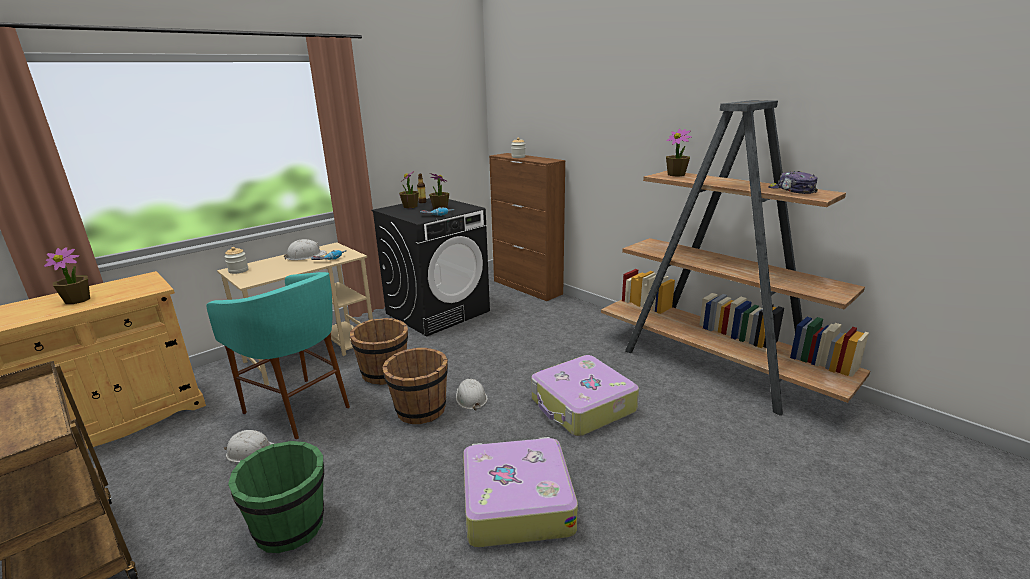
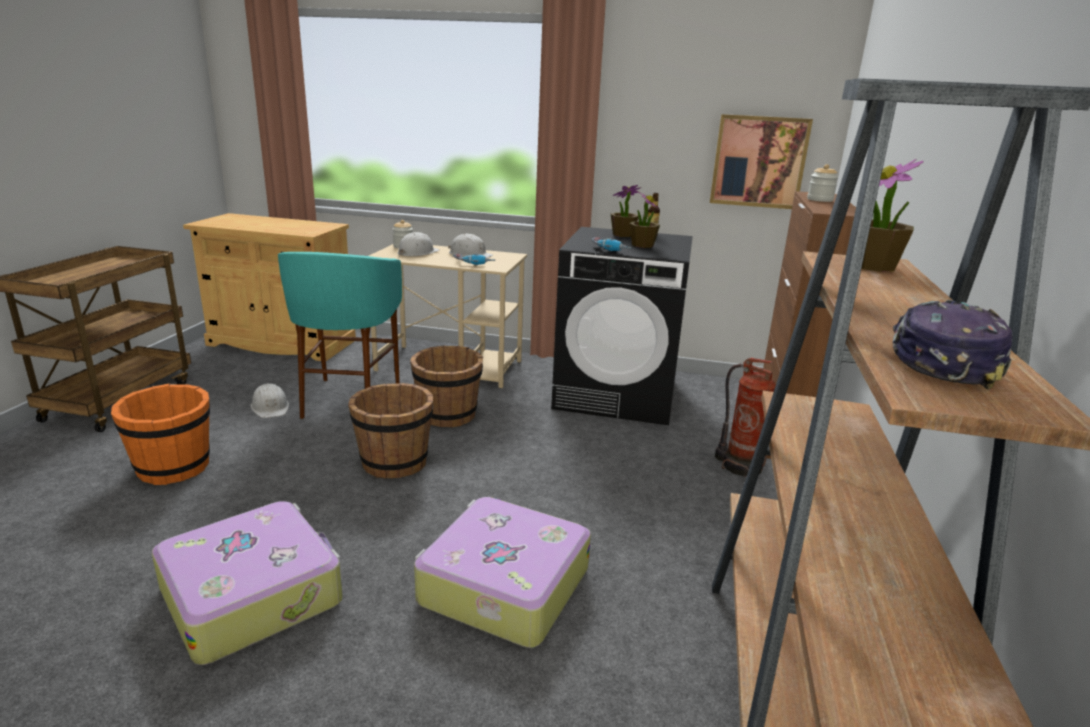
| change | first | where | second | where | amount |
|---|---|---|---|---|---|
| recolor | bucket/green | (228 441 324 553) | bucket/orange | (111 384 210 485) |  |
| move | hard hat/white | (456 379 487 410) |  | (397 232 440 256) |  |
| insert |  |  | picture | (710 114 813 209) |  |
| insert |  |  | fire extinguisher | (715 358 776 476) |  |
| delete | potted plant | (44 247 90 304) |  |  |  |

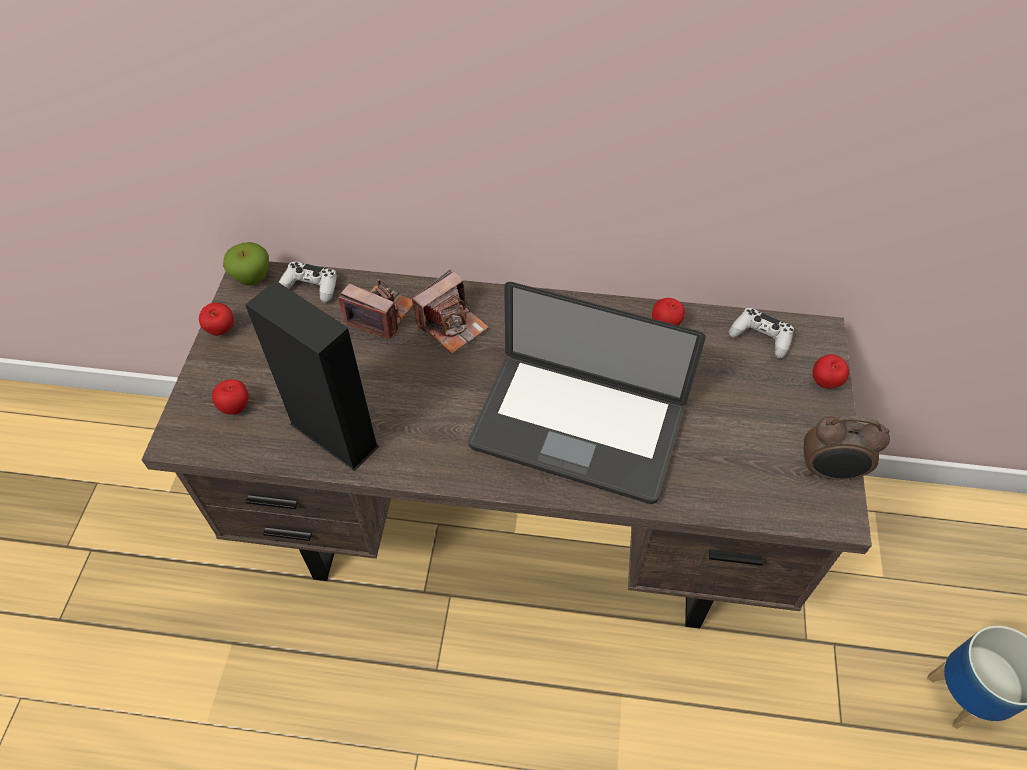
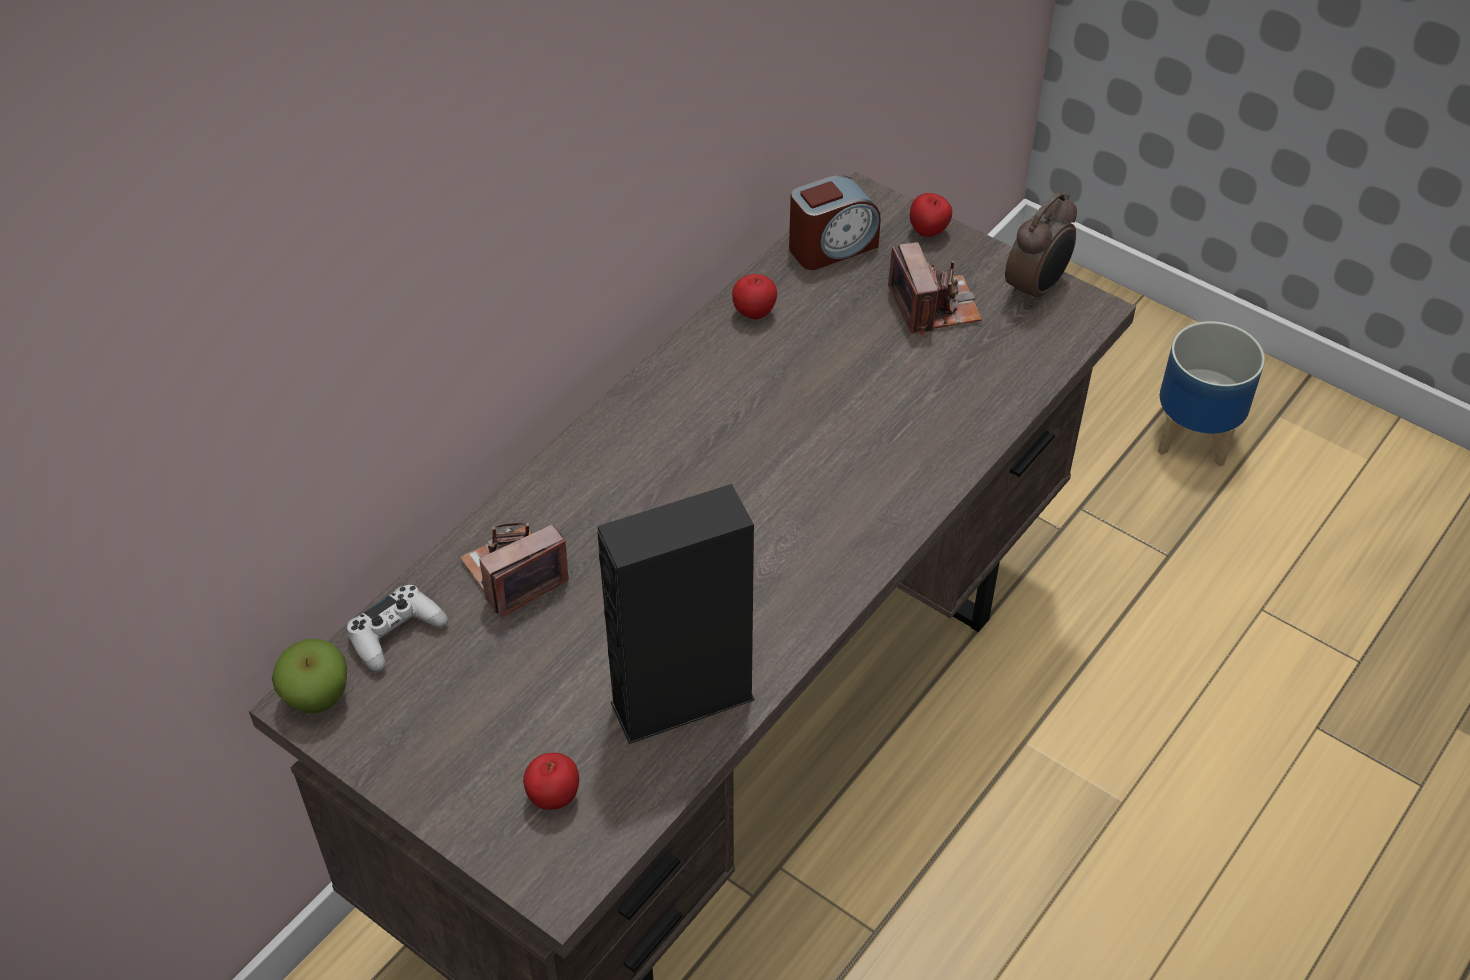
| change | first | where | second | where | amount |
|---|---|---|---|---|---|
| replace | game controller/white | (728 308 794 359) | alarm clock | (789 175 881 270) |  |
| move | photo camera | (412 269 489 354) |  | (888 242 982 335) |  |
| delete | apple | (199 303 234 336) |  |  |  |
| delete | laptop | (468 282 706 504) |  |  |  |

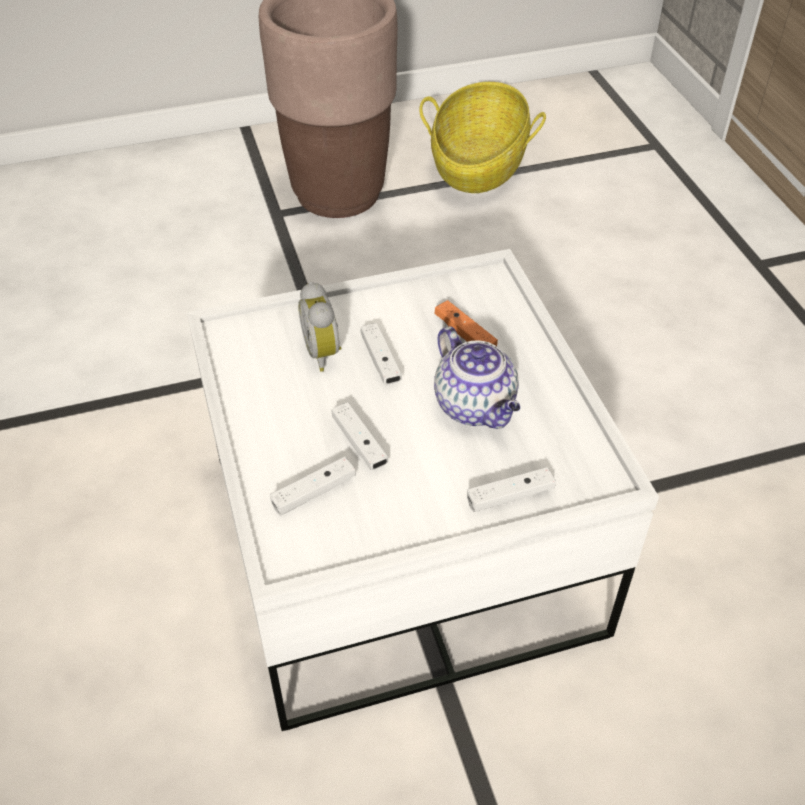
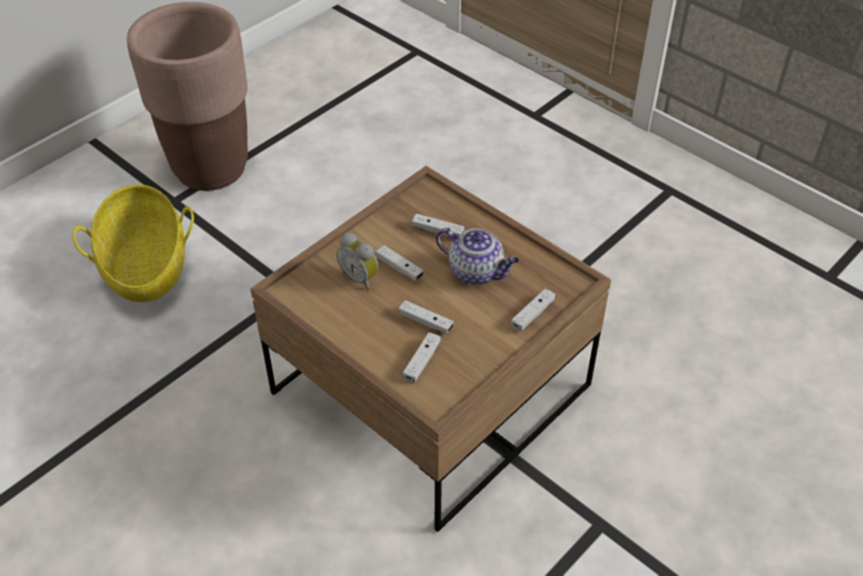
| change | first | where | second | where | amount |
|---|---|---|---|---|---|
| move | basket | (419 82 546 193) |  | (72 184 194 302) |  |
| recolor | coffee table/white | (187 249 659 731) | coffee table/brown | (250 166 611 532) |  |
| recolor | game controller/orange | (435 300 498 346) | game controller/white | (412 214 464 237) |  |

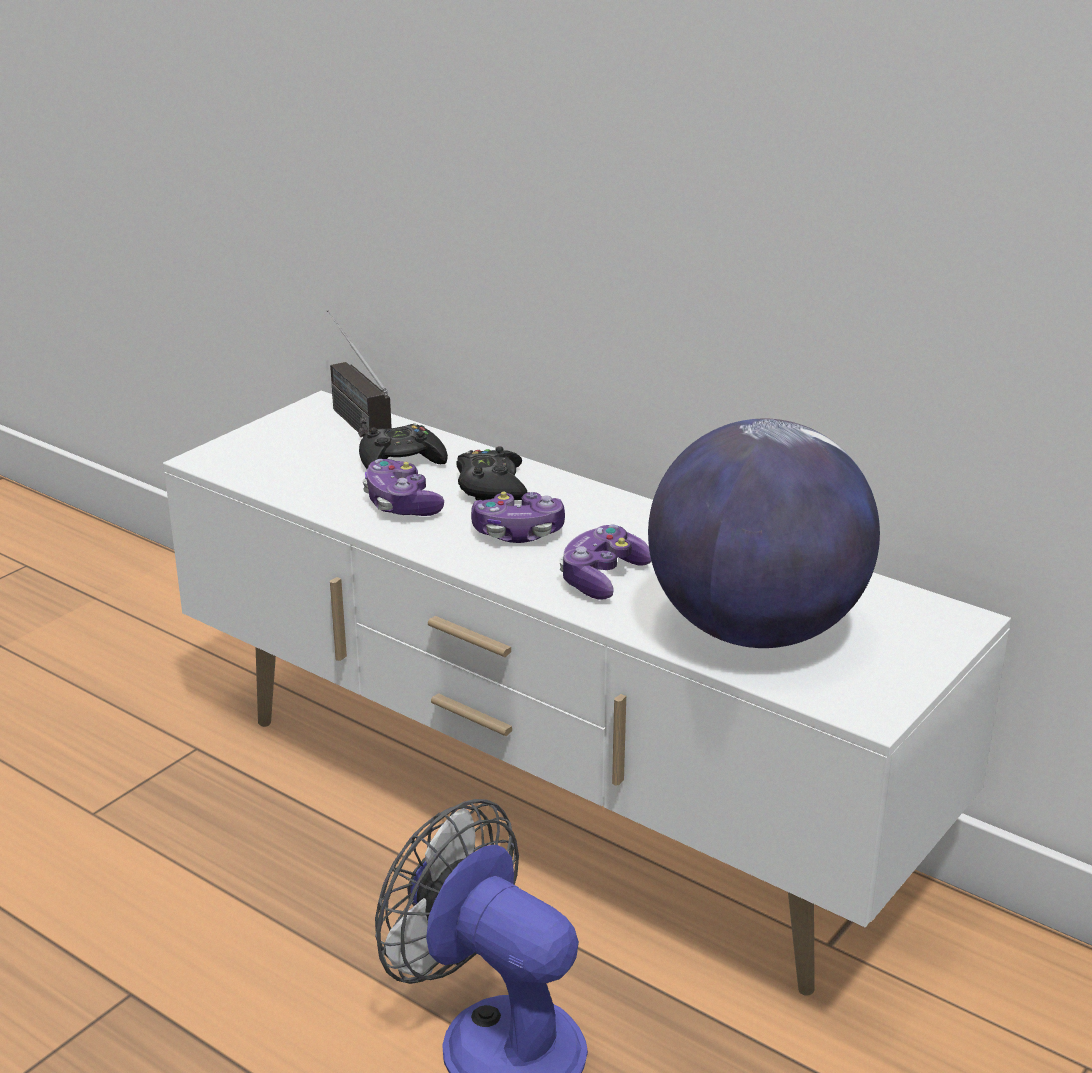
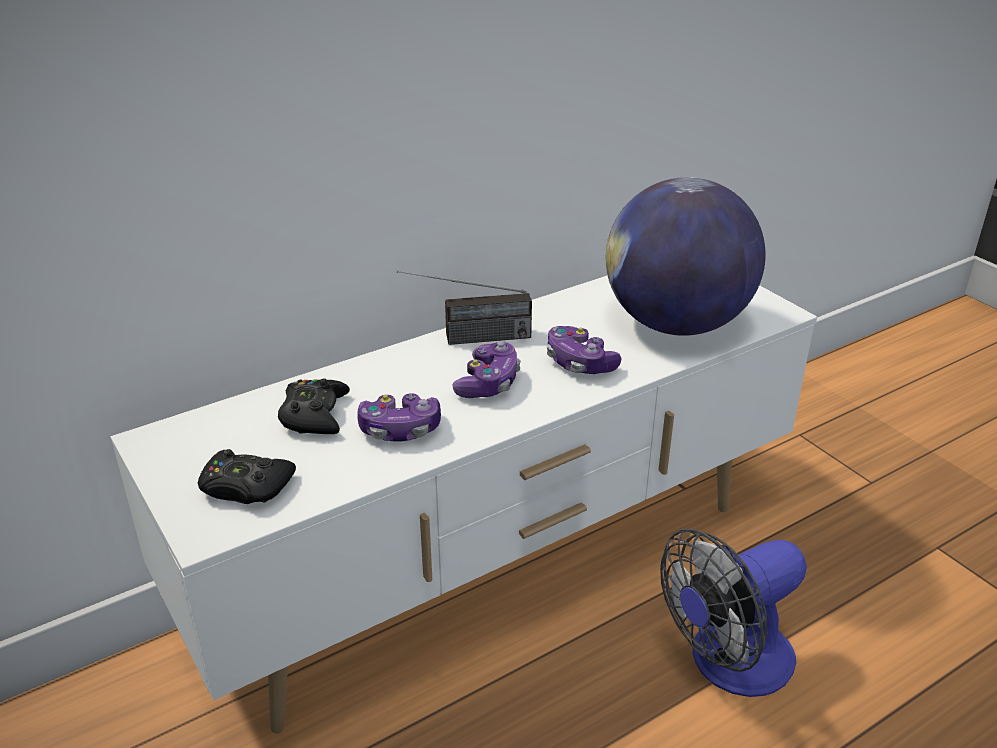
| change | first | where | second | where | amount |
|---|---|---|---|---|---|
| move | game controller/black | (456 446 528 500) |  | (198 449 296 504) |  |
| move | radio | (327 310 392 437) |  | (397 271 532 345) |  |

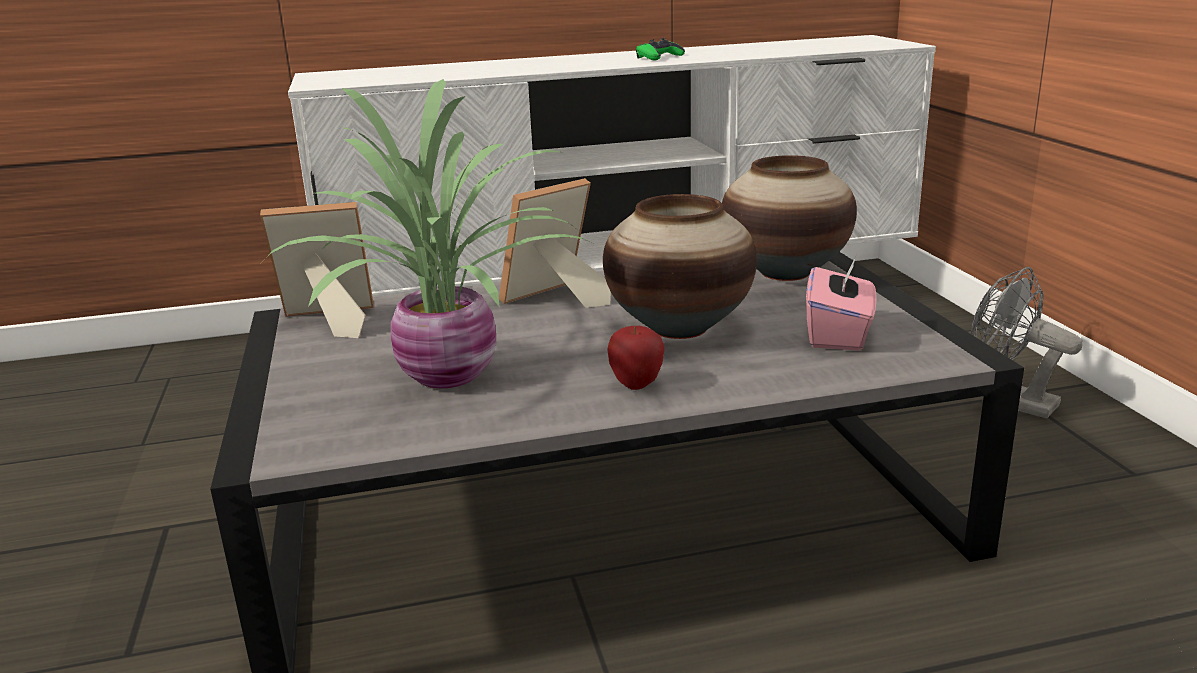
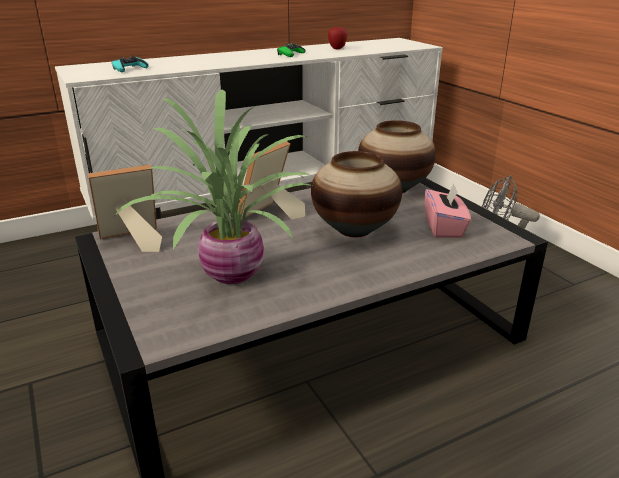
| change | first | where | second | where | amount |
|---|---|---|---|---|---|
| insert |  |  | game controller/turquoise | (112 55 148 72) |  |
| move | apple | (607 326 664 390) |  | (328 27 348 49) |  |

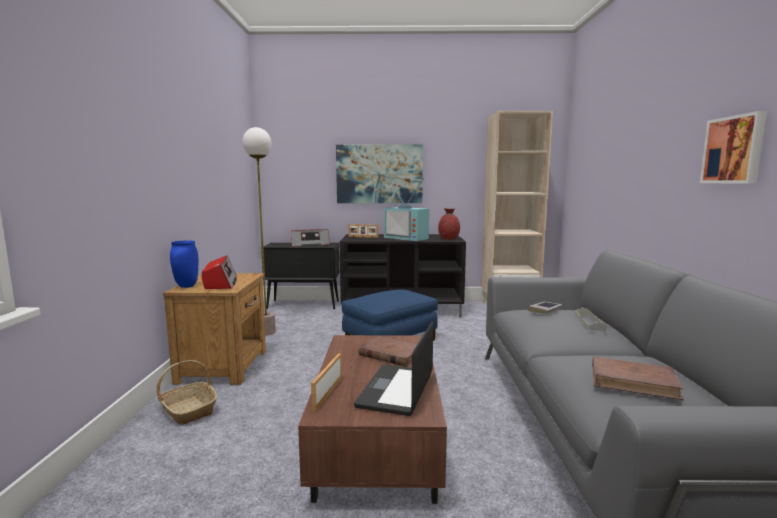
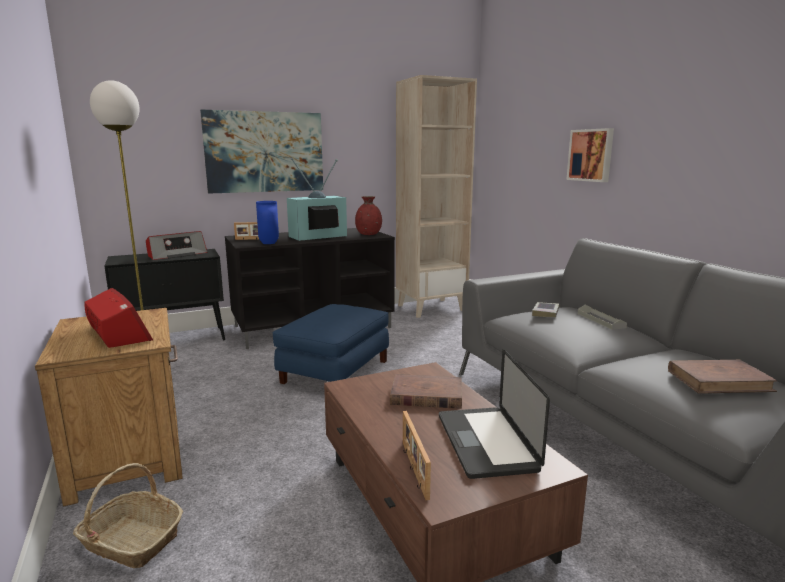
| change | first | where | second | where | amount |
|---|---|---|---|---|---|
| move | vase/blue | (170 240 198 288) |  | (256 201 279 244) |  |
| rotate | television | (384 177 429 241) |  | (287 158 347 241) | 135 degrees clockwise |
| move | picture | (700 111 767 184) |  | (566 128 614 182) |  |

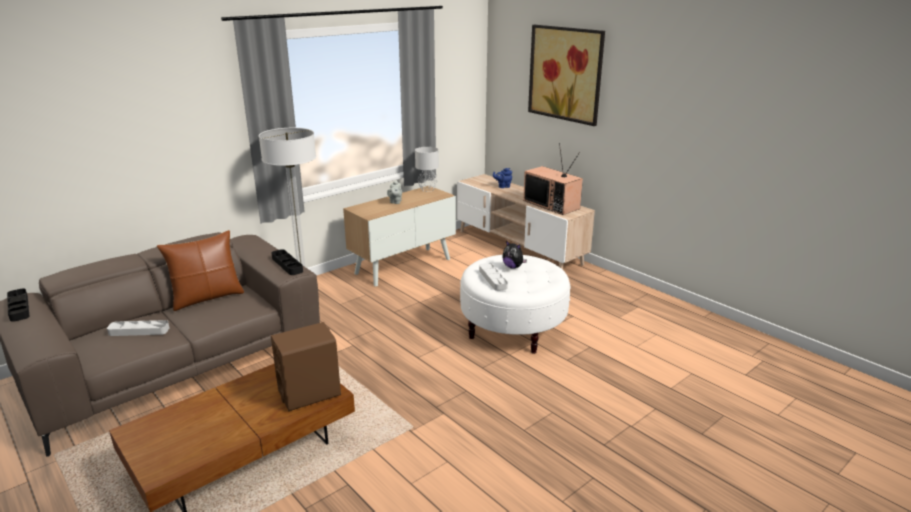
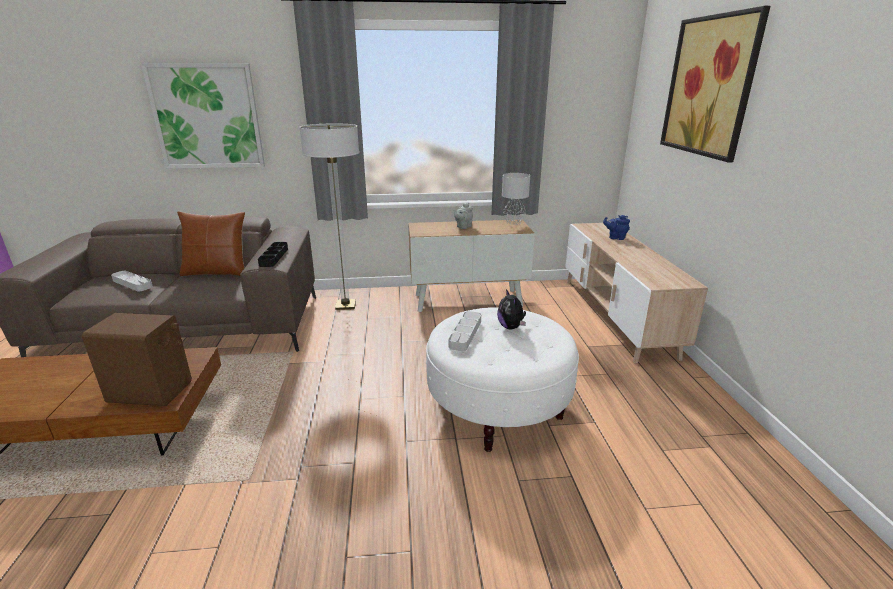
| change | first | where | second | where | amount |
|---|---|---|---|---|---|
| insert |  |  | picture | (141 63 265 169) |  |
| delete | tray/black | (7 288 29 322) |  |  |  |
| delete | television | (523 143 583 215) |  |  |  |

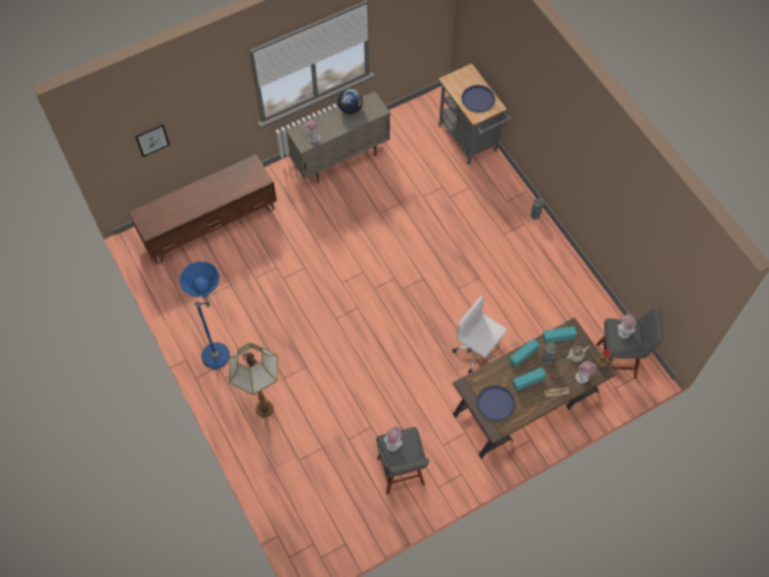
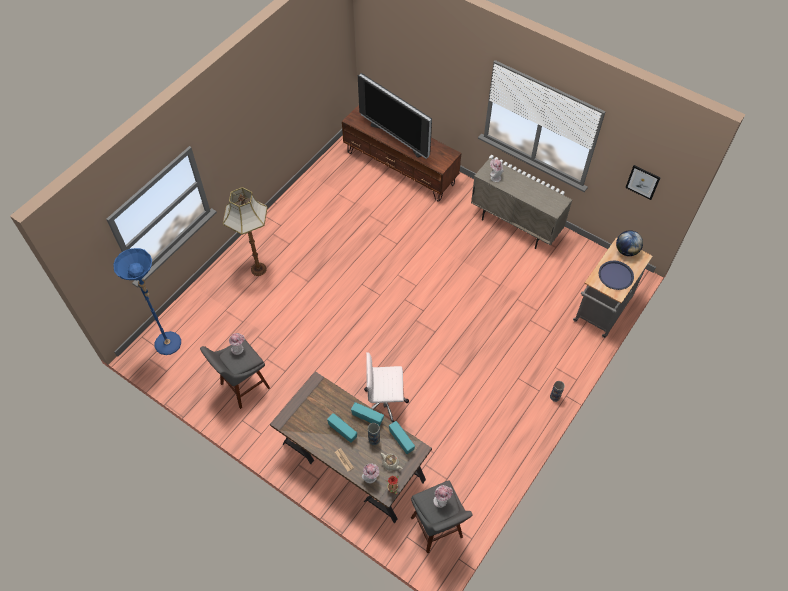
| change | first | where | second | where | amount |
|---|---|---|---|---|---|
| move | floor lamp/blue | (180 261 230 369) |  | (113 248 181 355) |  |
| insert |  |  | television | (358 73 432 159) |  |
| rotate | office chair/white | (452 295 508 373) |  | (364 352 409 422) | 105 degrees counterclockwise |
| move | globe | (338 89 363 114) |  | (616 230 643 256) |  |
| move | picture | (135 124 170 157) |  | (625 165 660 200) |  |
| delete | tray/blue | (477 385 515 422) |  |  |  |

